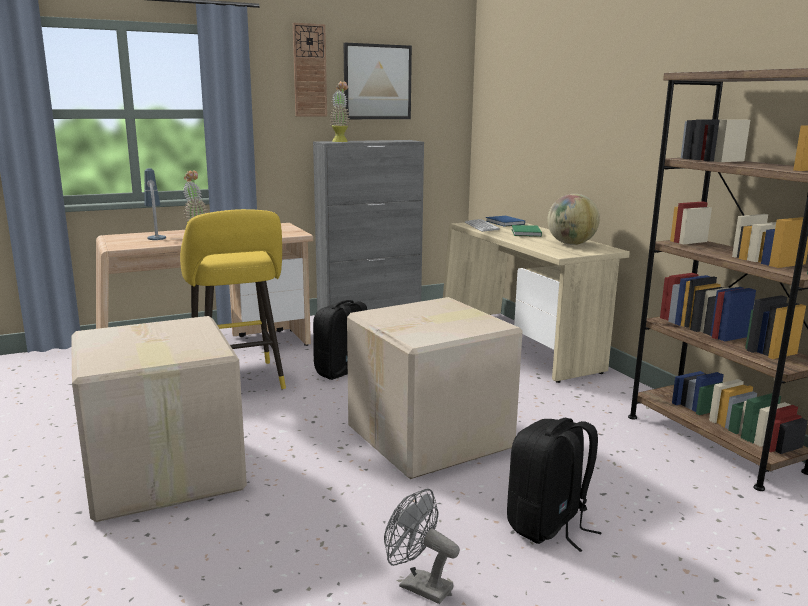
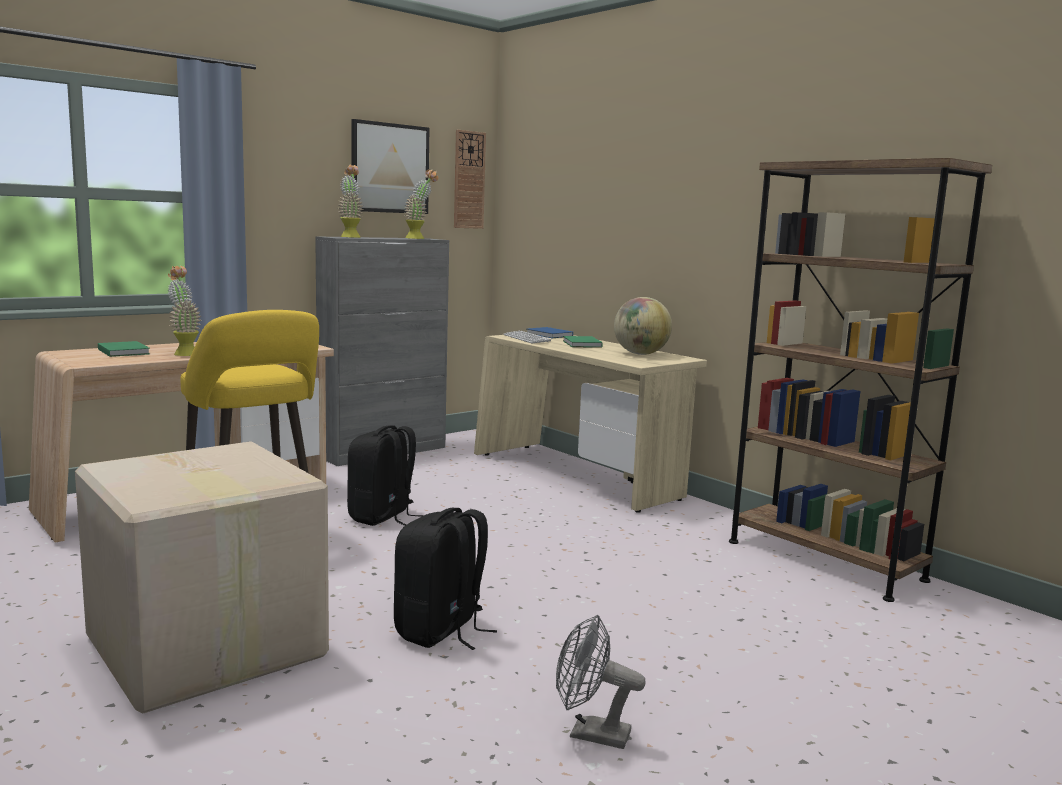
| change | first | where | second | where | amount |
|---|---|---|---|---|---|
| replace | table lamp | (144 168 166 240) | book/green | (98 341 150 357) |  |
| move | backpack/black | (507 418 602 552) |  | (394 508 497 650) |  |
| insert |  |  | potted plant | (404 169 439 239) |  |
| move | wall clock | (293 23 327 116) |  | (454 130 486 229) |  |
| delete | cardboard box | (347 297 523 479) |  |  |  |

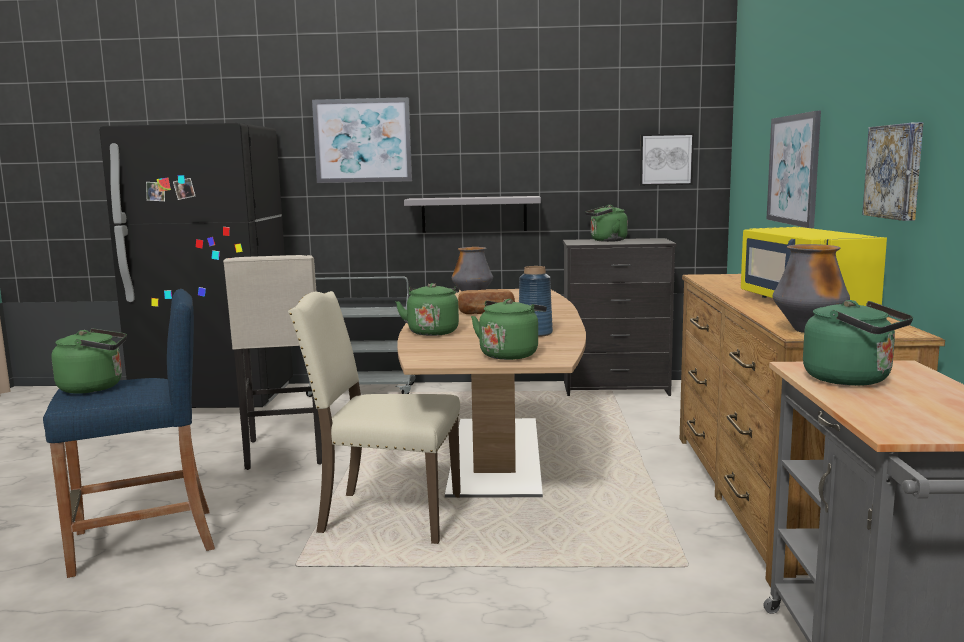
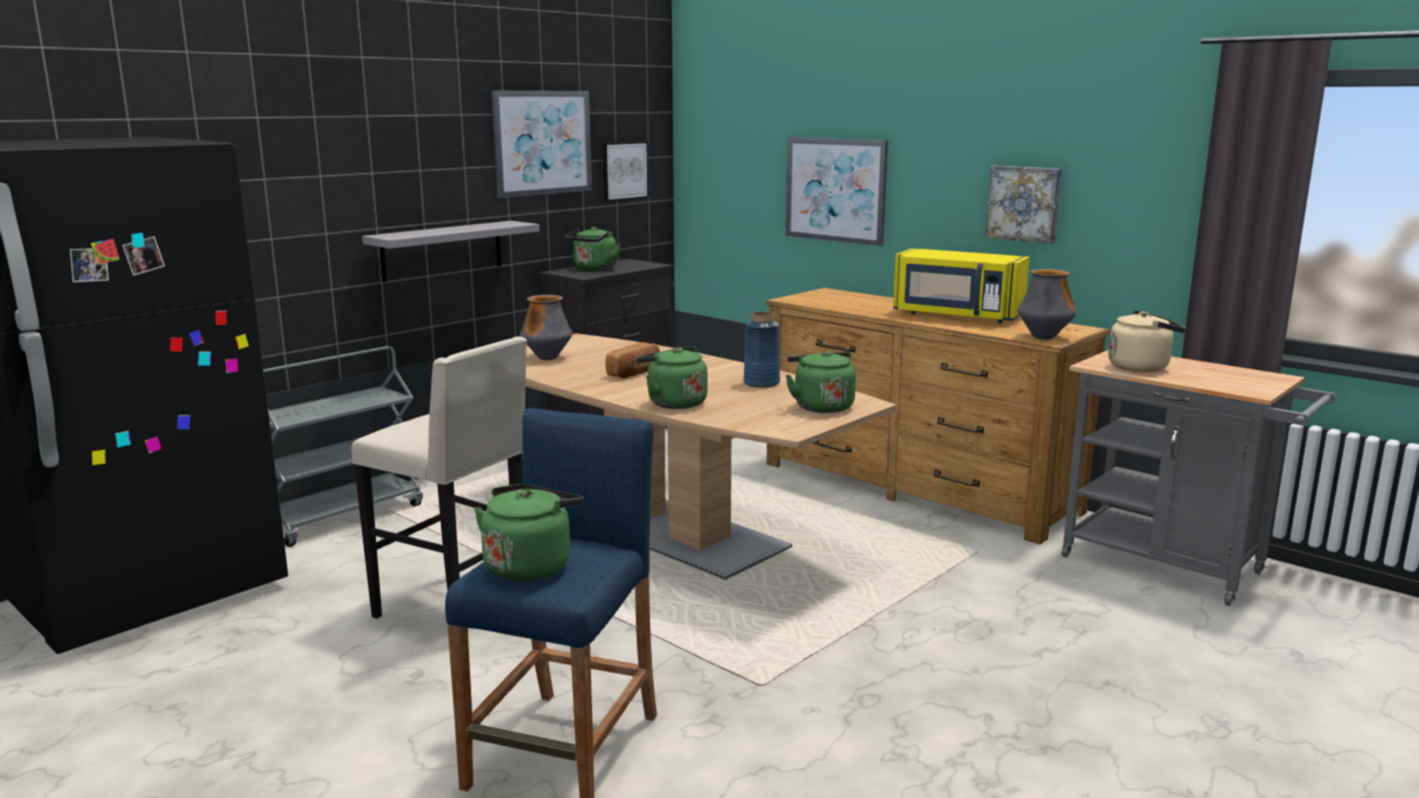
| change | first | where | second | where | amount |
|---|---|---|---|---|---|
| move | picture | (312 97 412 183) |  | (492 91 592 198) |  |
| recolor | kettle/green | (803 300 913 386) | kettle/beige | (1108 310 1186 372) |  |
| delete | chair/beige | (288 291 461 544) |  |  |  |

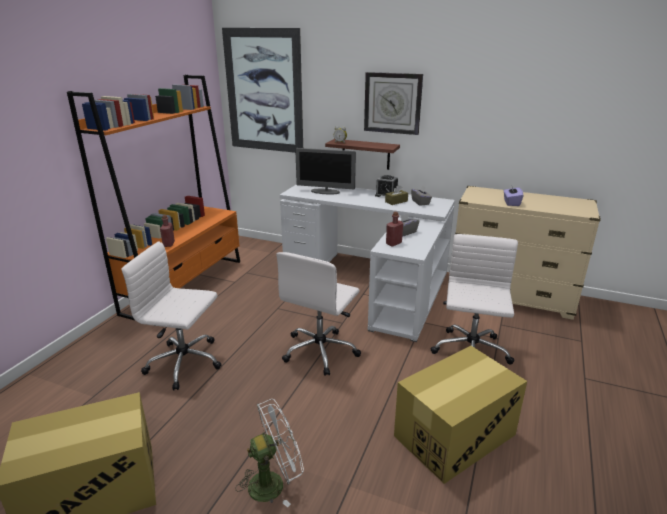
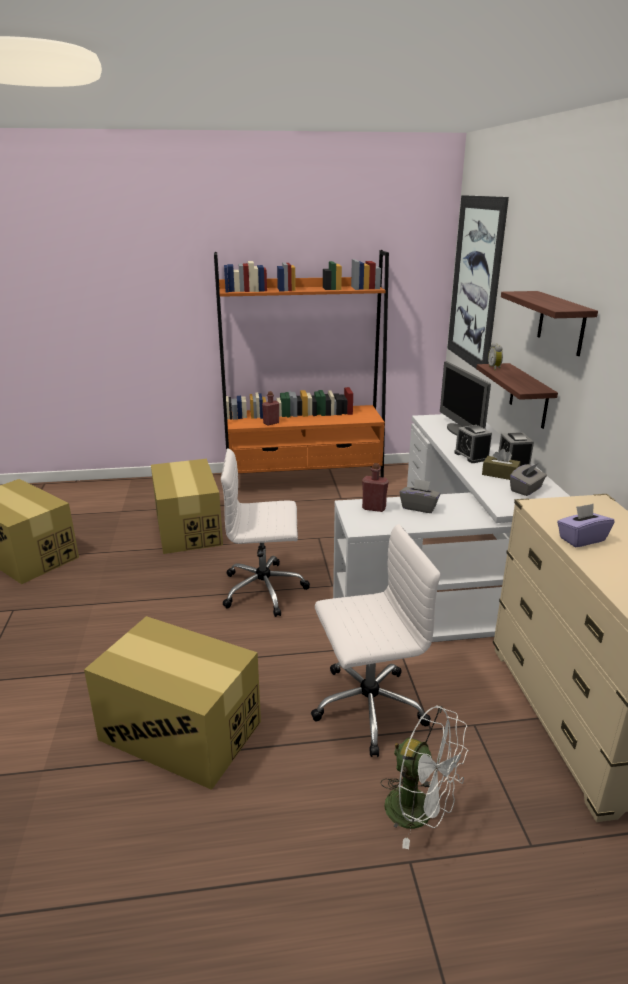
| change | first | where | second | where | amount |
|---|---|---|---|---|---|
| replace | office chair/white | (121 241 222 390) | cardboard box | (151 459 223 554) |  |
| move | fan/white | (236 399 304 508) |  | (381 705 469 849) |  |
| insert |  |  | alarm clock | (454 425 492 463) |  |
| replace | wall clock | (364 72 423 135) | shelf | (501 291 598 356) |  |

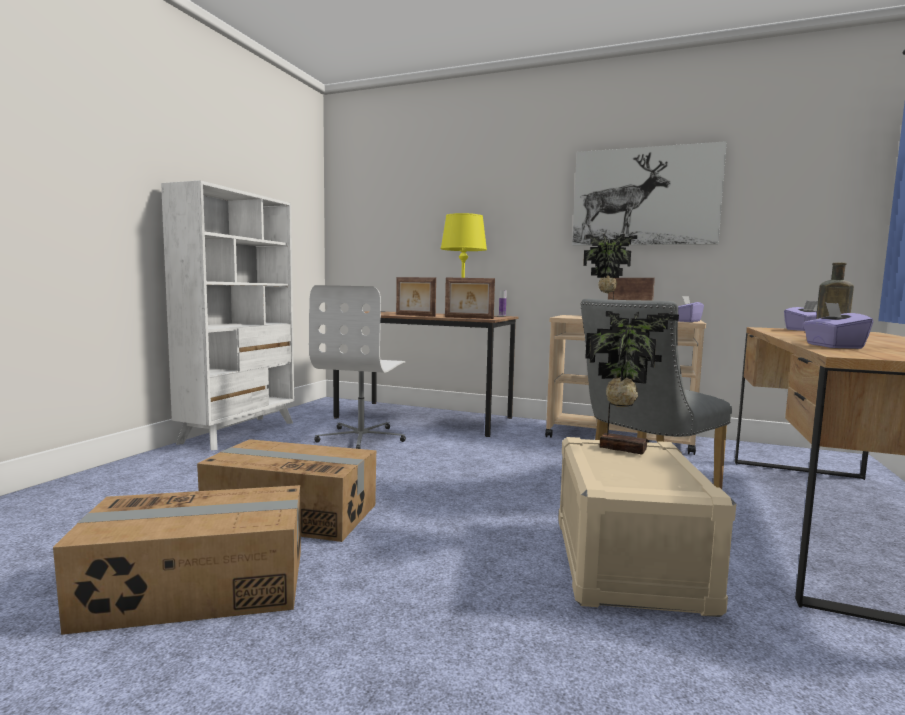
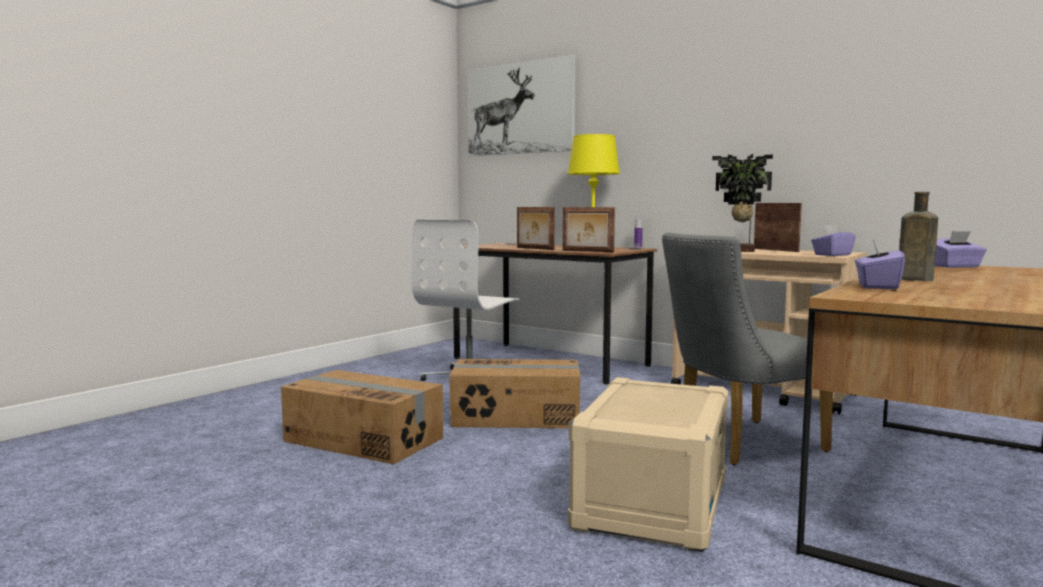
| change | first | where | second | where | amount |
|---|---|---|---|---|---|
| move | cardboard box | (53 485 301 635) |  | (449 359 581 428) |  |
| move | picture | (572 141 727 246) |  | (467 55 576 156) |  |
| delete | bookcase/white | (161 180 294 451) |  |  |  |
| delete | potted plant | (585 311 679 455) |  |  |  |

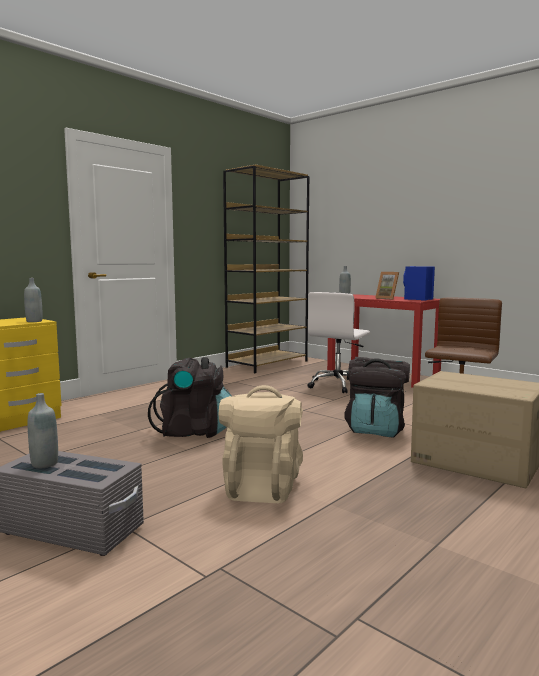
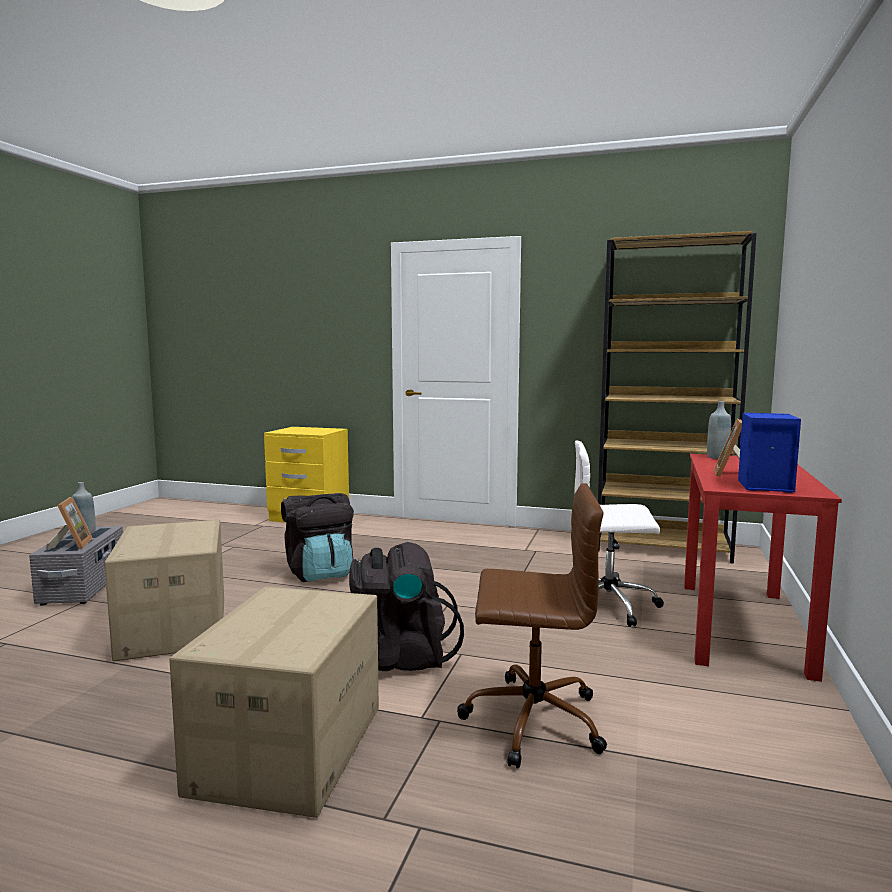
| change | first | where | second | where | amount |
|---|---|---|---|---|---|
| insert |  |  | picture frame | (46 497 93 550) |  |
| replace | backpack/beige | (219 385 303 503) | cardboard box | (104 520 224 661) |  |
| delete | bottle/grey | (24 278 43 322) |  |  |  |

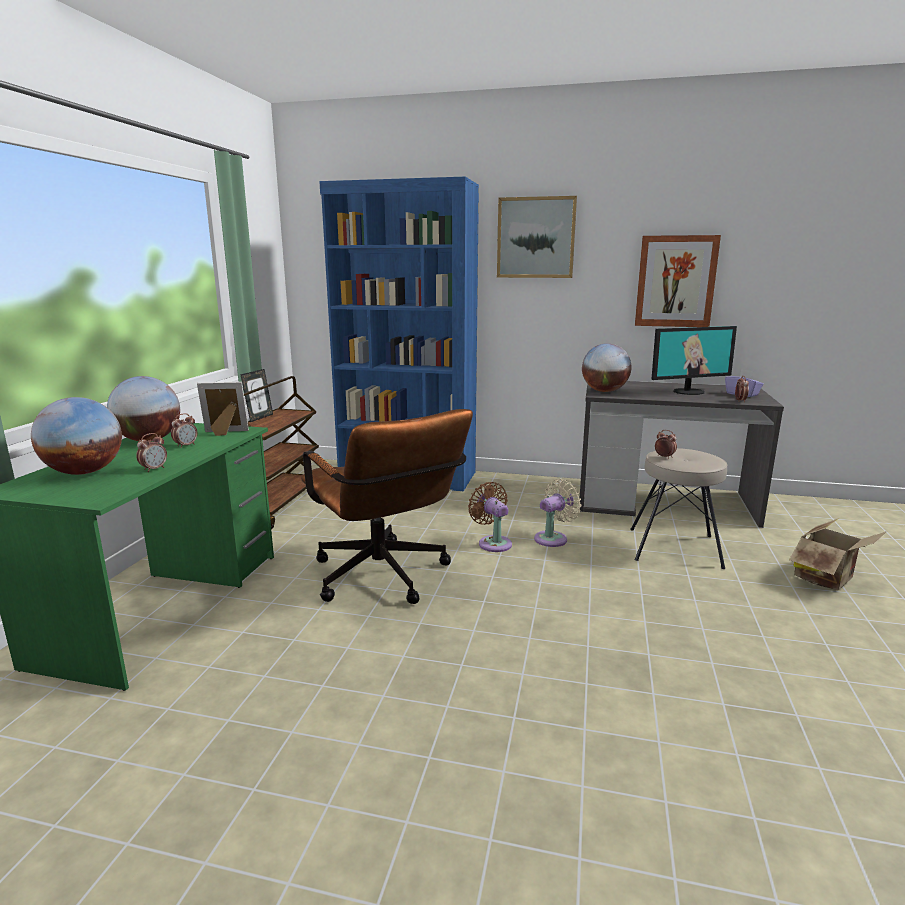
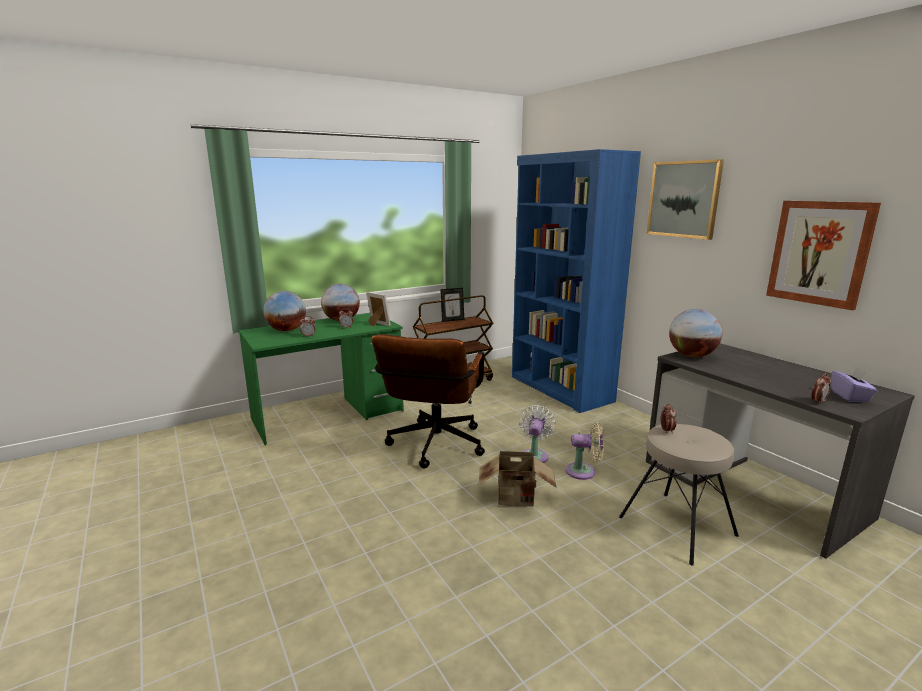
| change | first | where | second | where | amount |
|---|---|---|---|---|---|
| move | cardboard box | (789 518 886 591) |  | (478 451 556 507) |  |
| recolor | fan/brown | (468 482 512 552) | fan/white | (519 405 556 463) |  |
| delete | monitor | (651 326 737 395) |  |  |  |

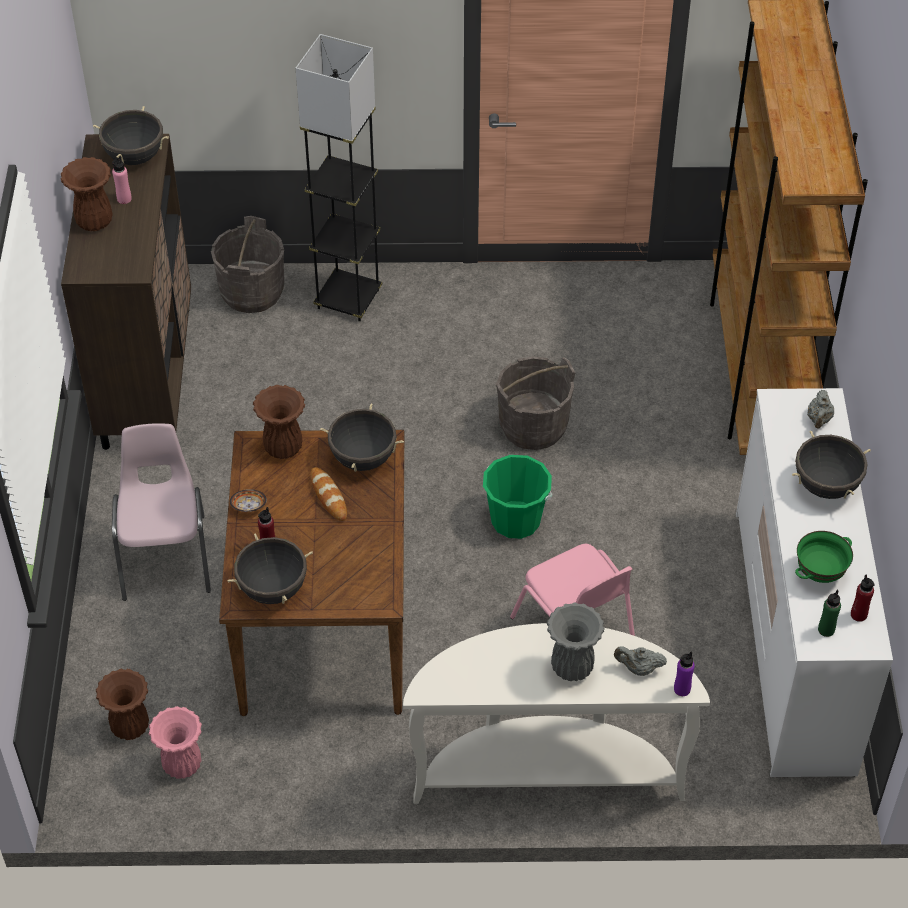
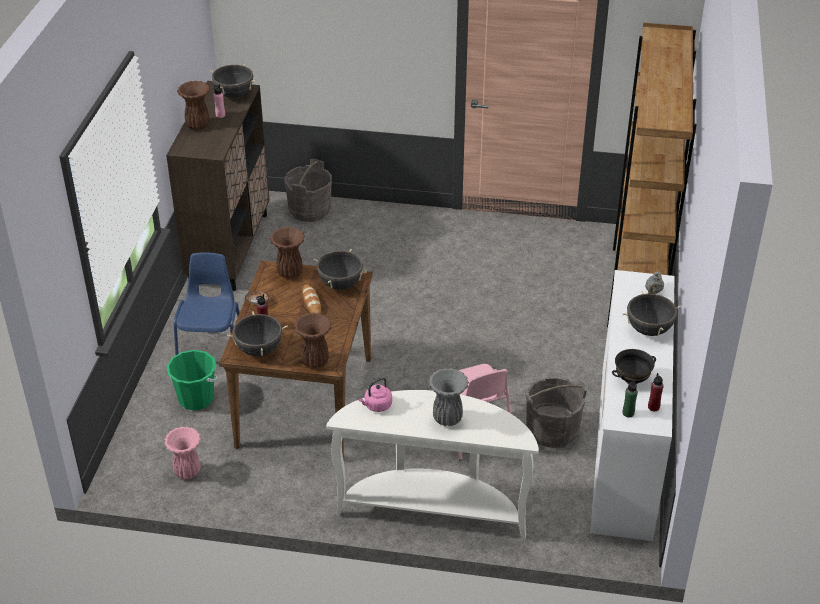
| change | first | where | second | where | amount |
|---|---|---|---|---|---|
| move | bucket/green | (483 455 552 539) |  | (167 350 218 410) |  |
| recolor | chair/pink | (112 423 211 601) | chair/blue | (174 252 240 355) |  |
| move | vase/brown | (96 669 149 740) |  | (294 313 332 368) |  |
| insert |  |  | kettle/pink | (358 377 392 412) |  |
| move | bucket/grey | (495 356 575 450) |  | (525 377 587 448) |  |
| recolor | bowl/green | (795 531 853 583) | bowl/black | (612 349 656 384) |  |
| delete | floor lamp/grey | (296 34 382 322) |  |  |  |
| delete | teapot/grey | (614 646 667 676) |  |  |  |
| delete | bottle/purple | (674 651 695 696) |  |  |  |

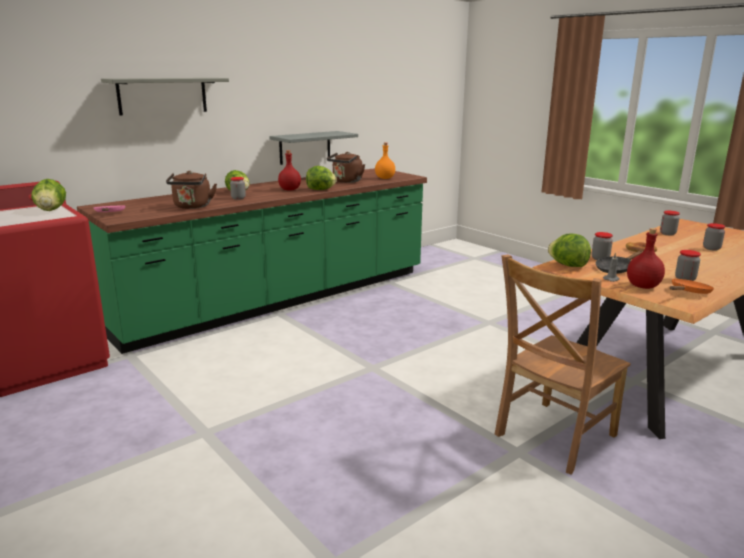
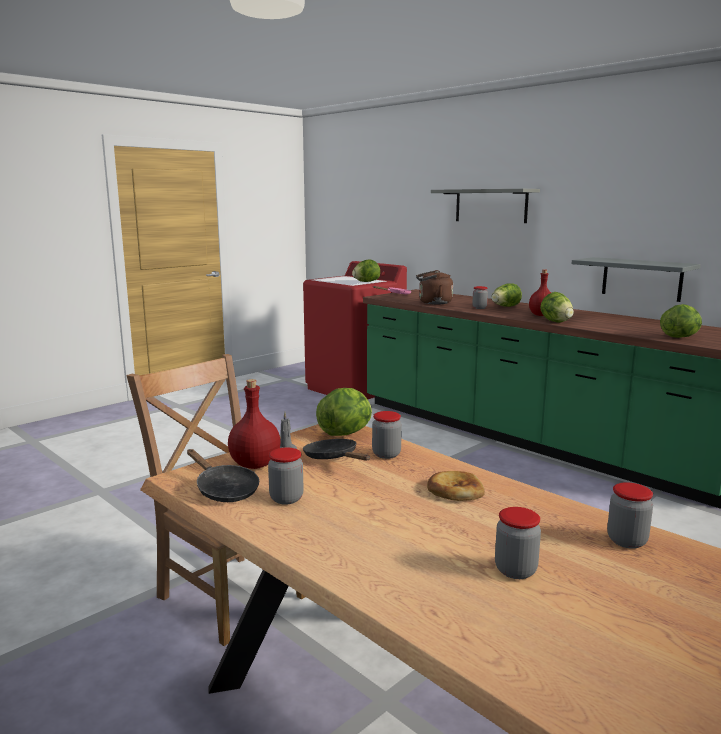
| change | first | where | second | where | amount |
|---|---|---|---|---|---|
| recolor | frying pan/orange | (670 279 714 294) | frying pan/black | (187 449 259 502) |  |
| replace | bottle/orange | (375 142 395 179) | lettuce | (660 304 702 338) |  |
| delete | kettle/brown | (327 152 365 183) |  |  |  |

